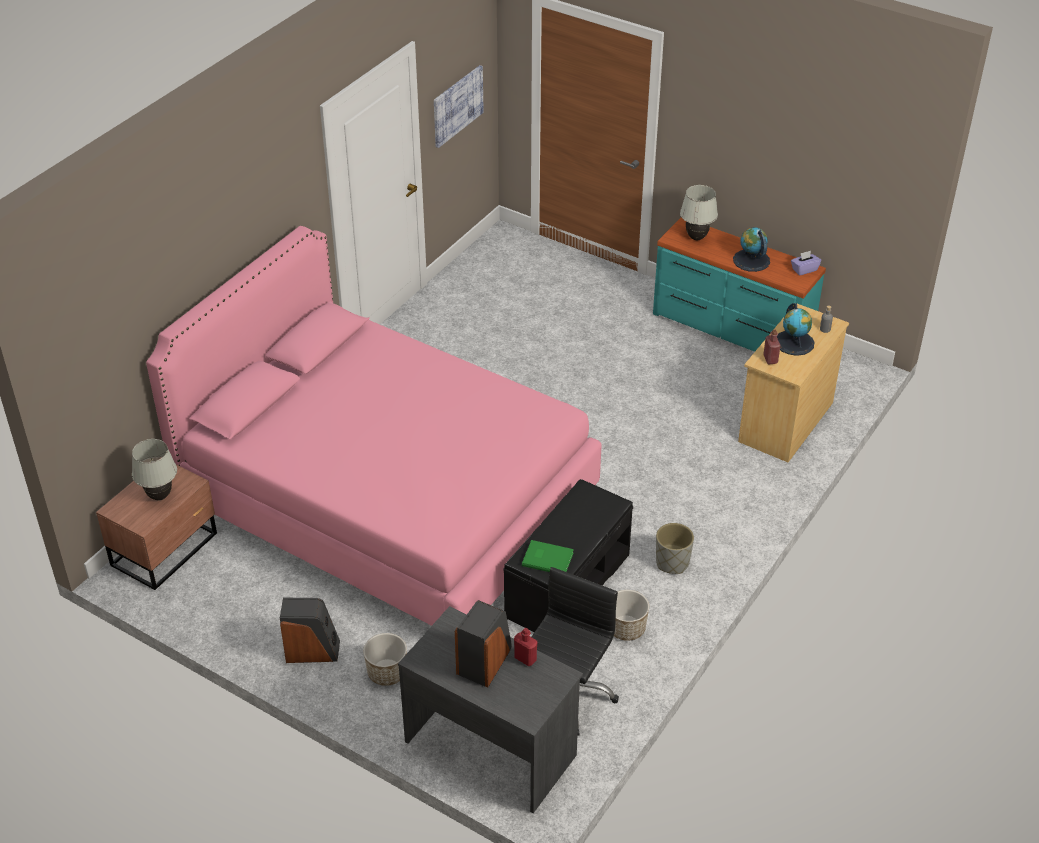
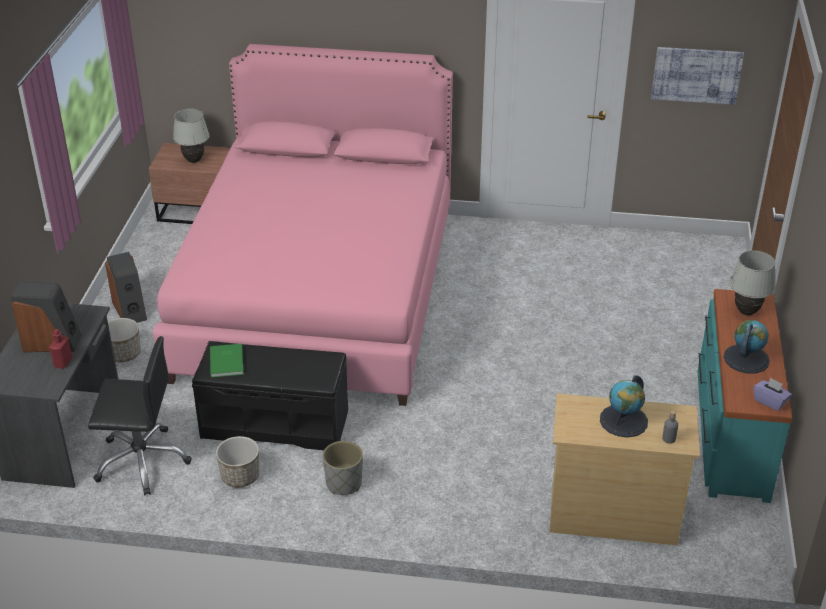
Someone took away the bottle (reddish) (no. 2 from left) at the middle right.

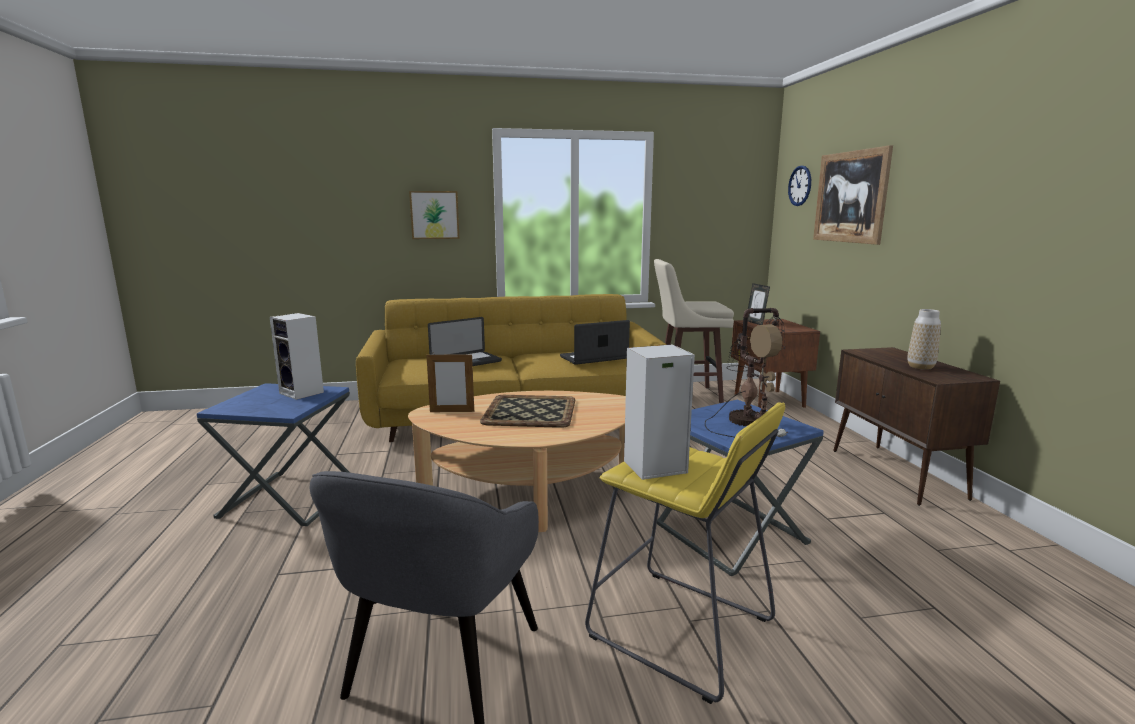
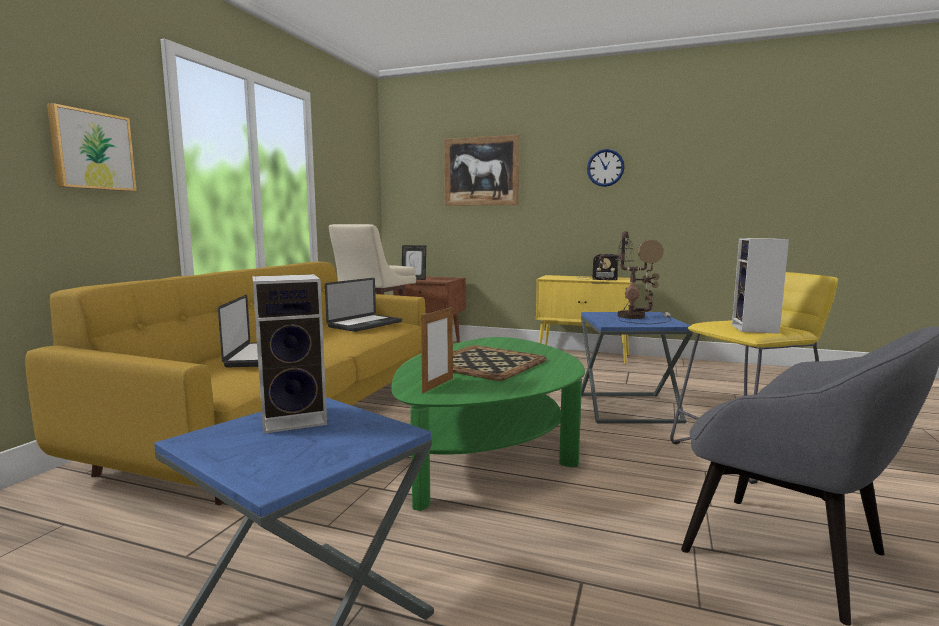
Someone carried the clock on the wall from the top right to the top centre. Someone swapped the flower vase at the middle right for the radio receiver at the centre. Someone rotated the portable computer (no. 2 from left) at the centre by 150 degrees counterclockwise. Someone repainted the cupboard (brown) at the middle right, which became the cupboard (yellow) at the centre. Someone repainted the low table (sand-coloured) at the centre, which became the low table (green-coloured) at the bottom centre.

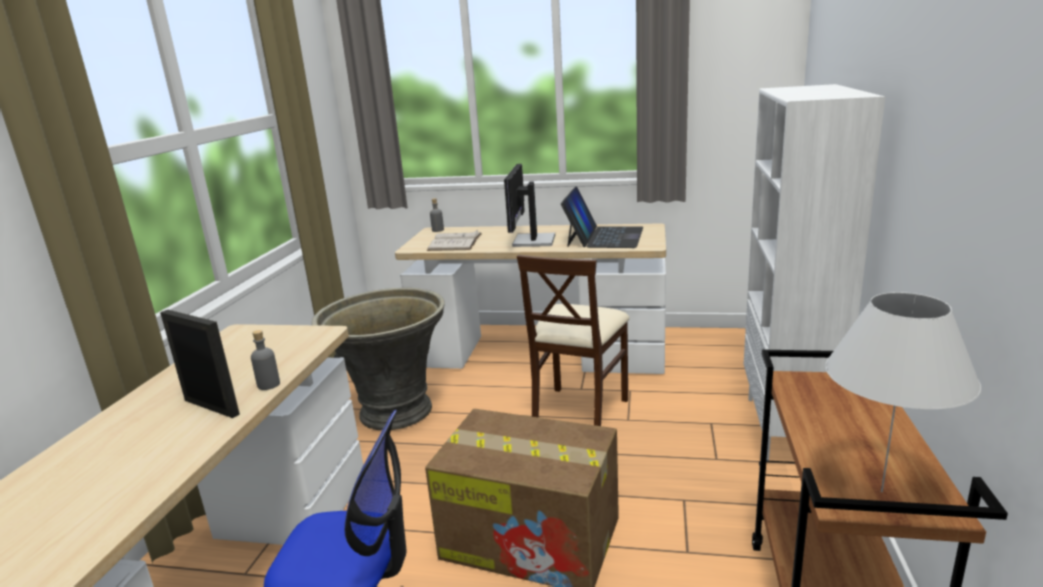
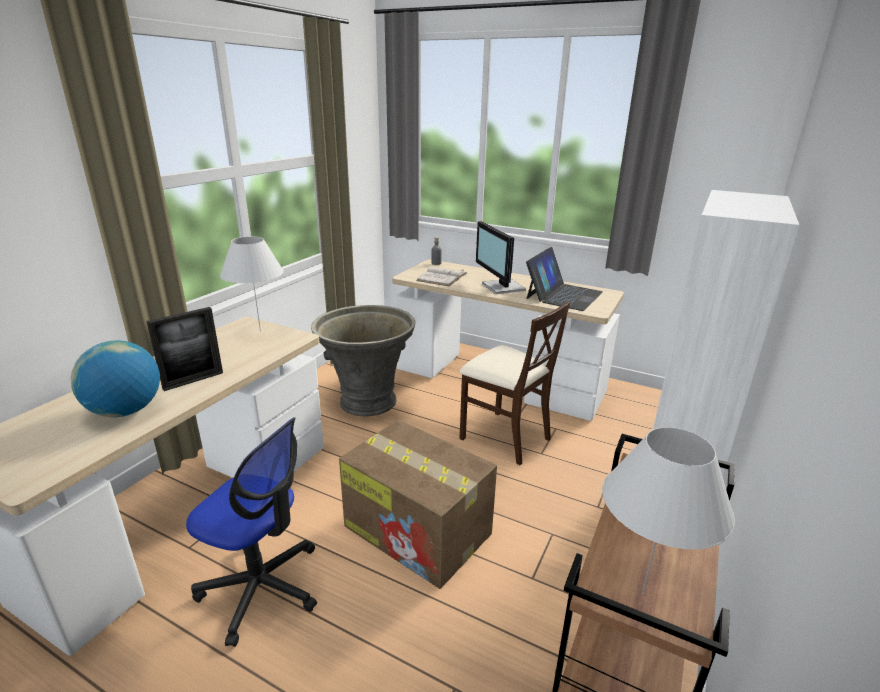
Someone rotated the computer display at the centre by 45 degrees counterclockwise. Someone rotated the upright chair (sand-coloured) at the centre by 90 degrees counterclockwise. Someone rotated the standing frame at the middle left by 90 degrees clockwise. Someone took away the bottle (gray) (no. 1 from left) at the middle left. Someone put down the tabletop lamp (white-coloured) (no. 1 from left) at the middle left. Someone put down the desk globe at the middle left.

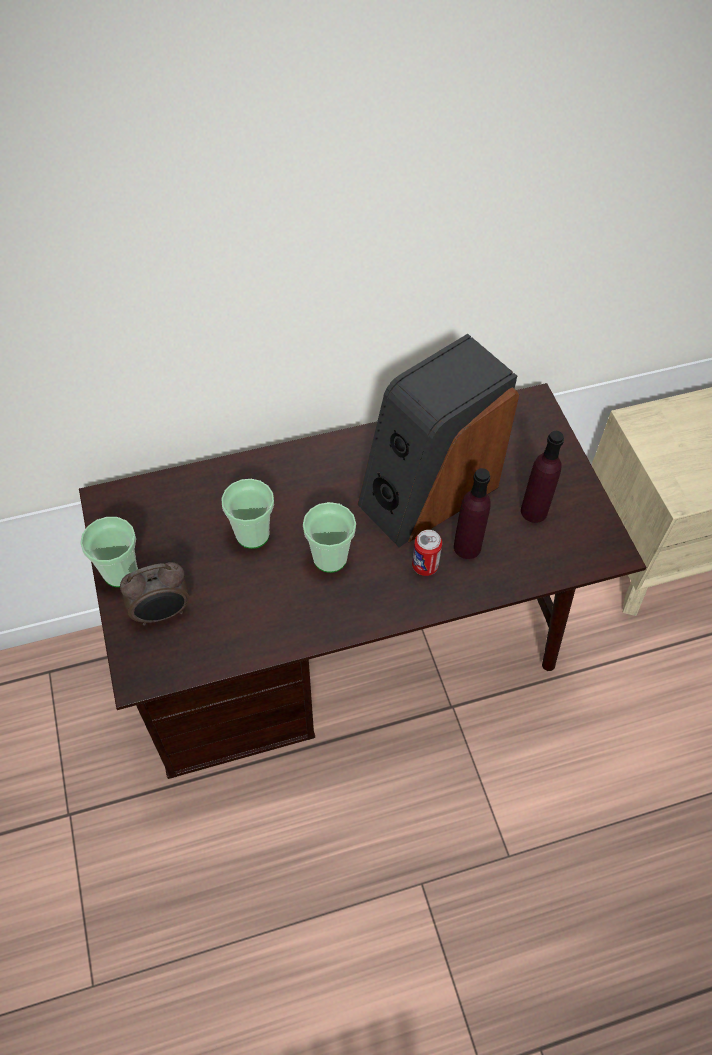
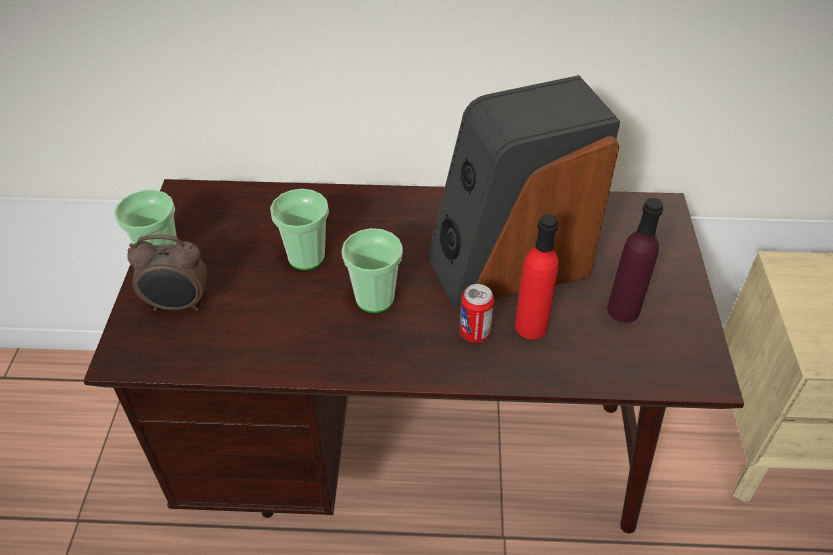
Someone repainted the bottle (purple) (no. 1 from left) at the centre, which became the bottle (reddish) at the centre.

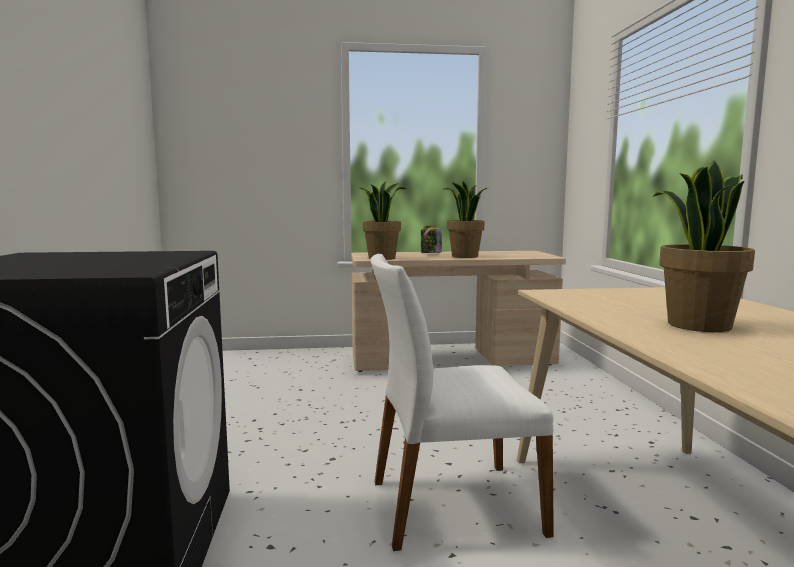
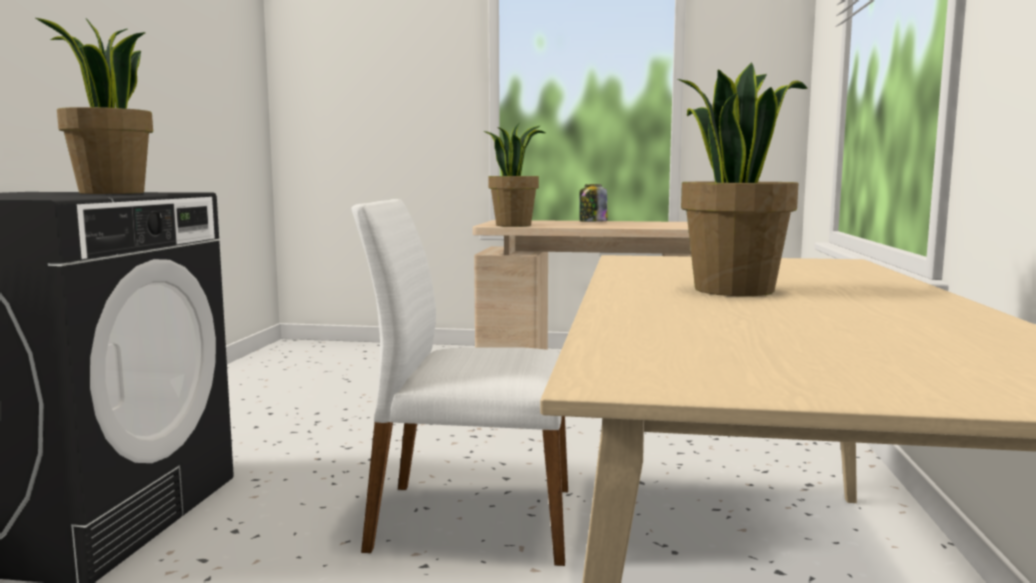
Someone carried the potted plant (no. 2 from left in the first image) from the centre to the top left.

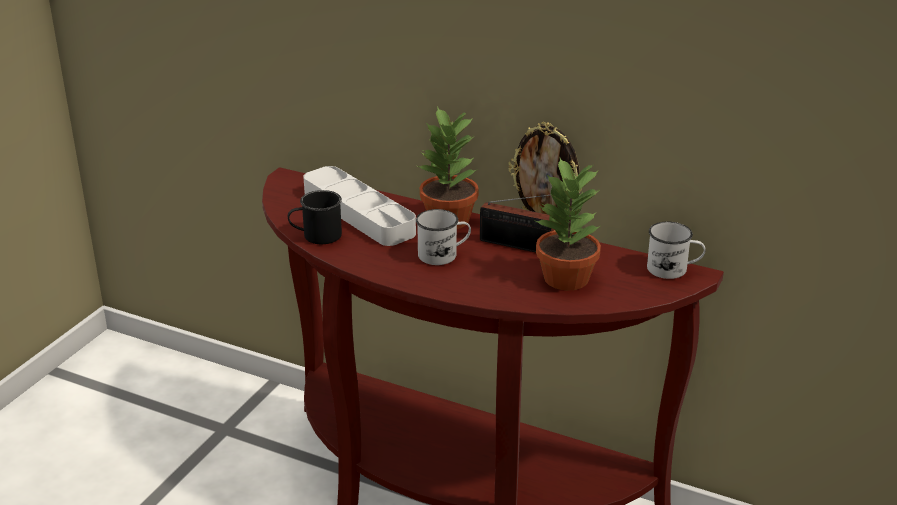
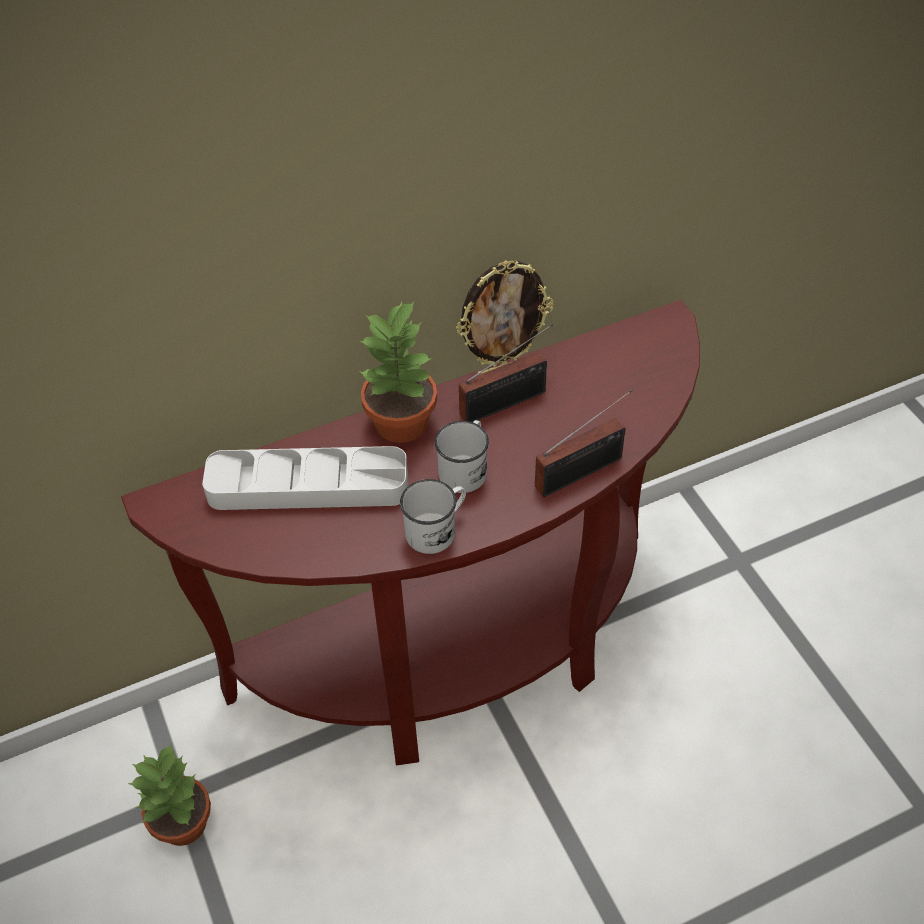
Someone carried the potted plant (no. 2 from left in the first image) from the centre to the bottom left. Someone took away the tea mug (black) at the centre. Someone carried the tea mug (white-coloured) (no. 2 from left in the first image) from the middle right to the centre. Someone put down the radio receiver (no. 2 from left) at the centre.

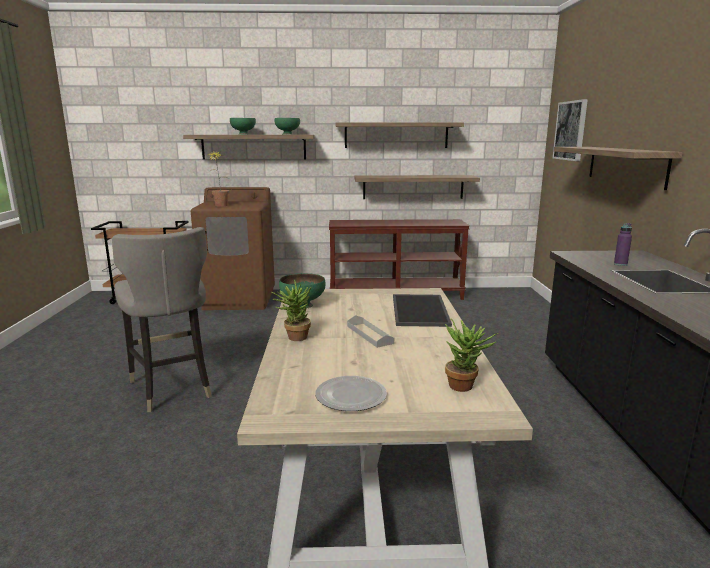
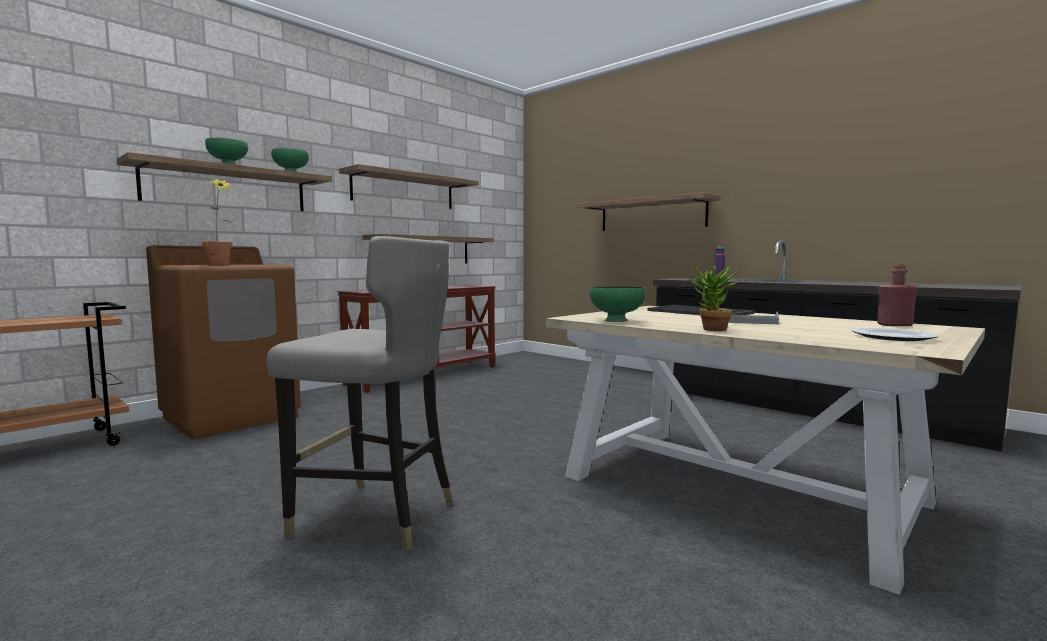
Someone took away the wall picture at the top right. Someone swapped the potted plant (no. 3 from left) at the centre for the bottle (reddish) at the middle right.

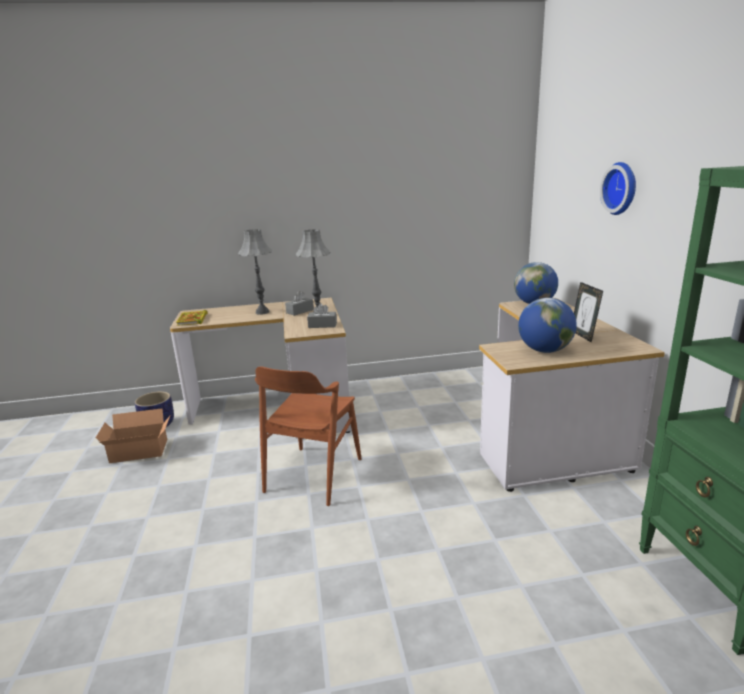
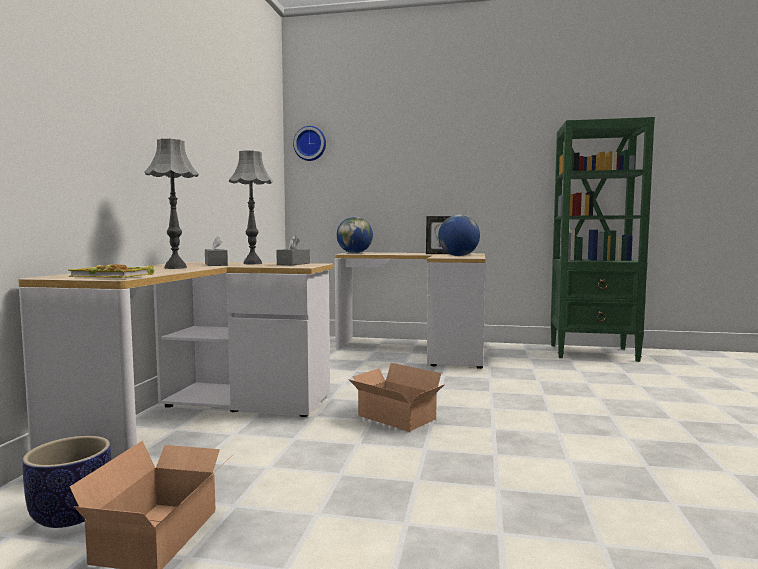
Someone carried the clock on the wall from the top right to the top centre. Someone swapped the upright chair (brown) at the centre for the carton (no. 2 from left) at the bottom centre.

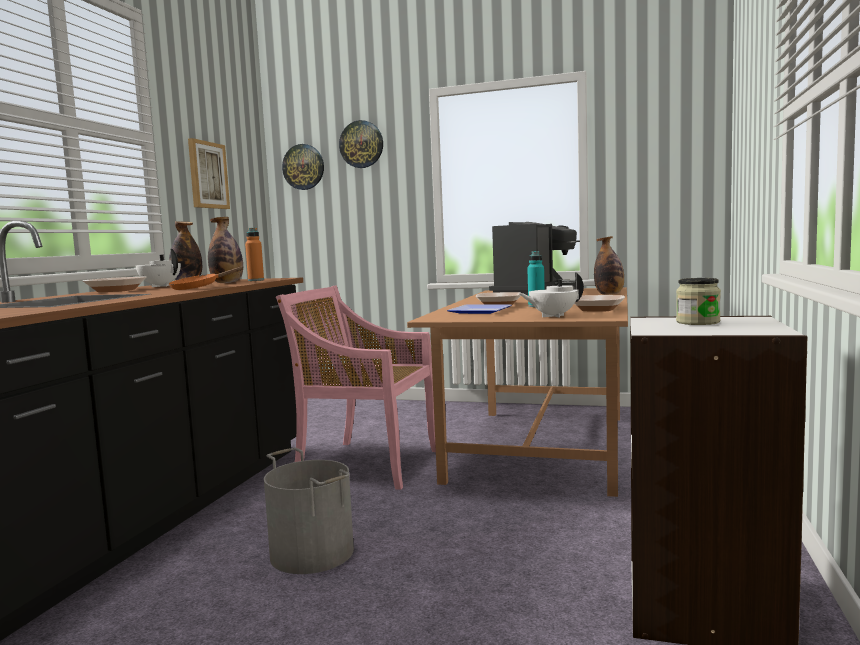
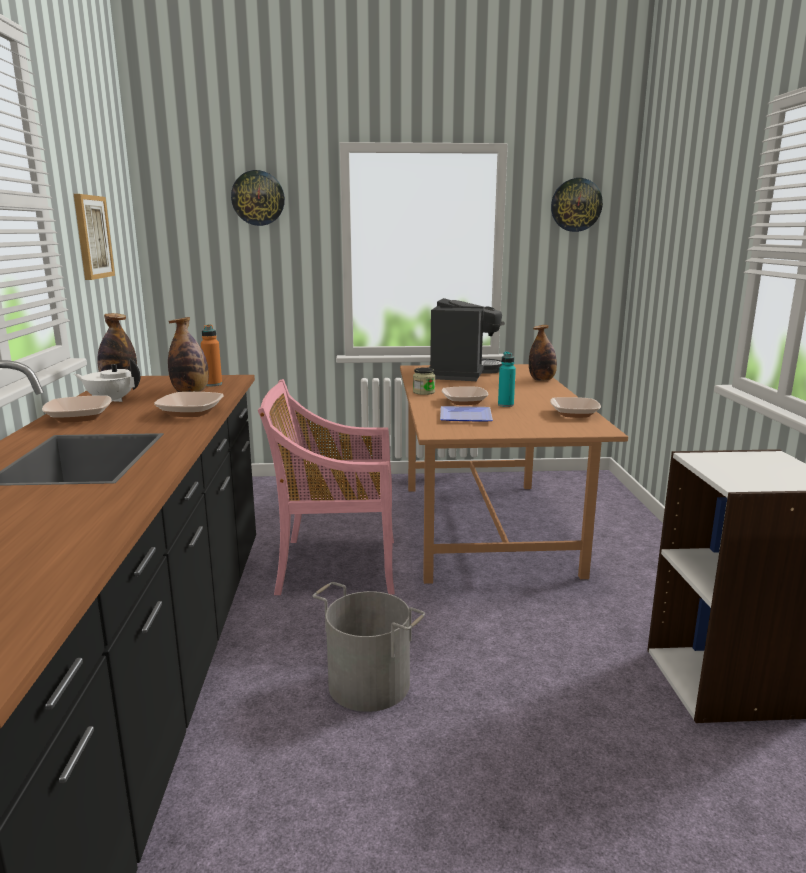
Someone carried the clock on the wall (no. 1 from left in the first image) from the top centre to the top right. Someone swapped the pan (orange-coloured) at the middle left for the serving bowl (no. 2 from left) at the middle left. Someone took away the tea pot (white-coloured) (no. 2 from left) at the centre. Someone carried the storage jar from the middle right to the centre.

